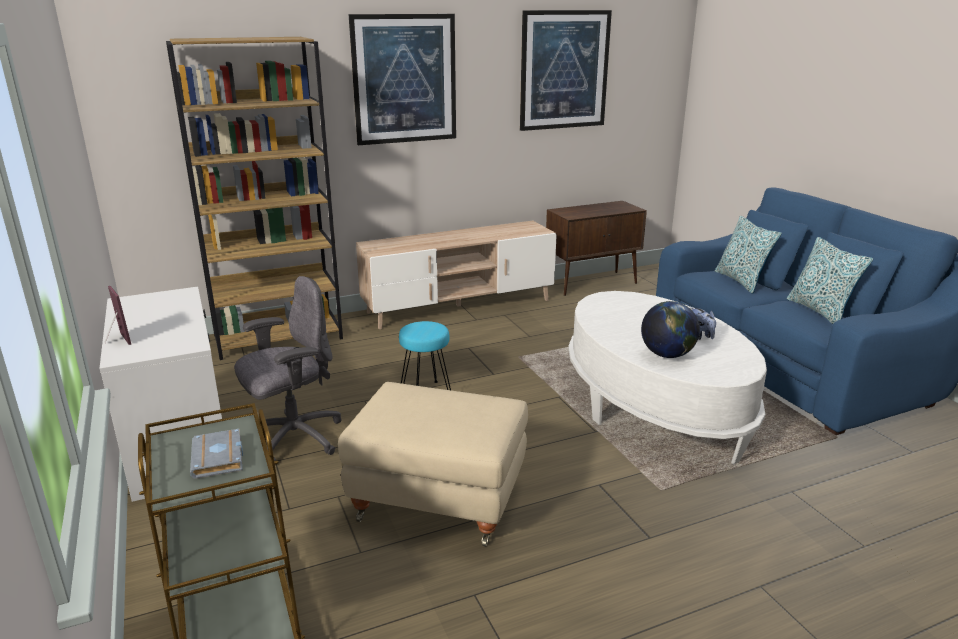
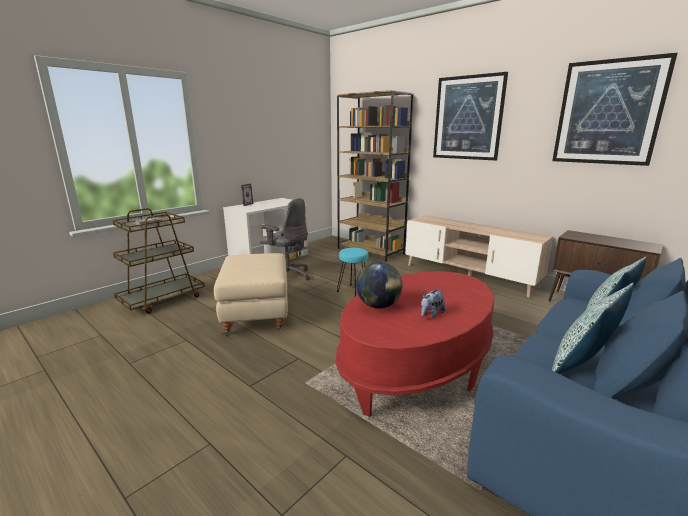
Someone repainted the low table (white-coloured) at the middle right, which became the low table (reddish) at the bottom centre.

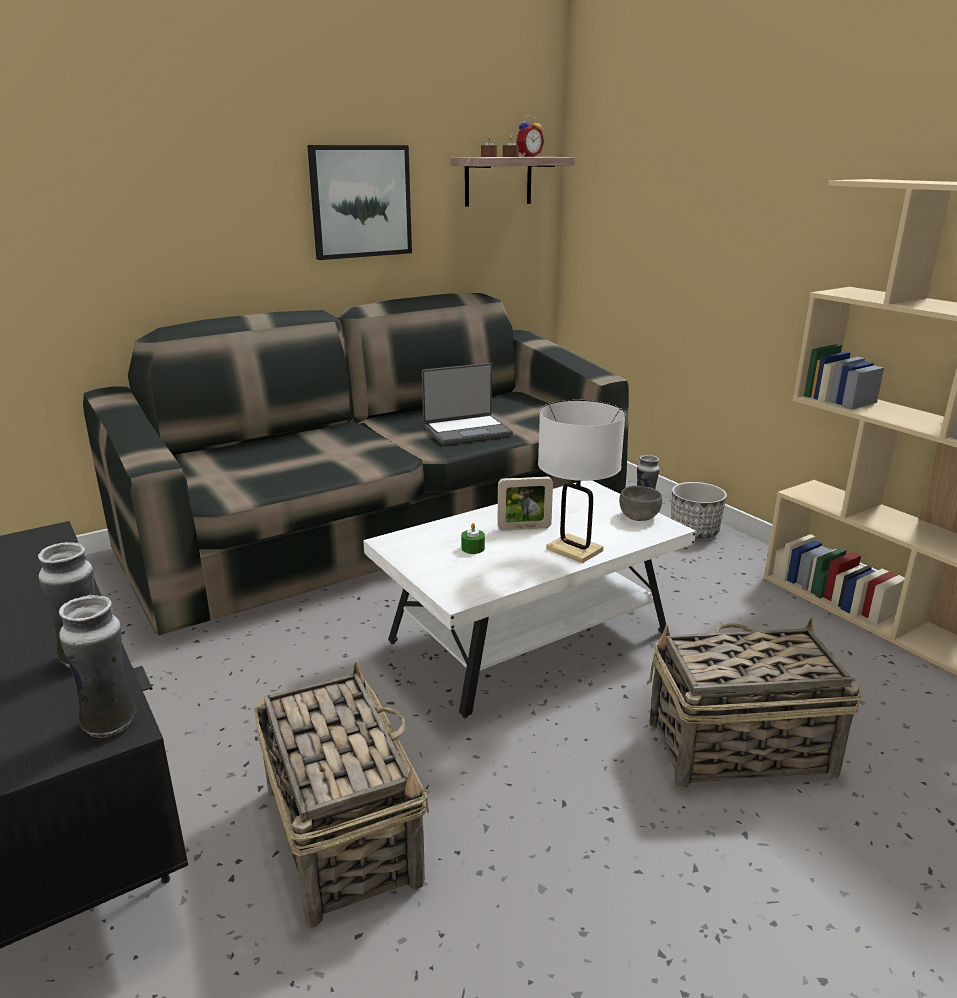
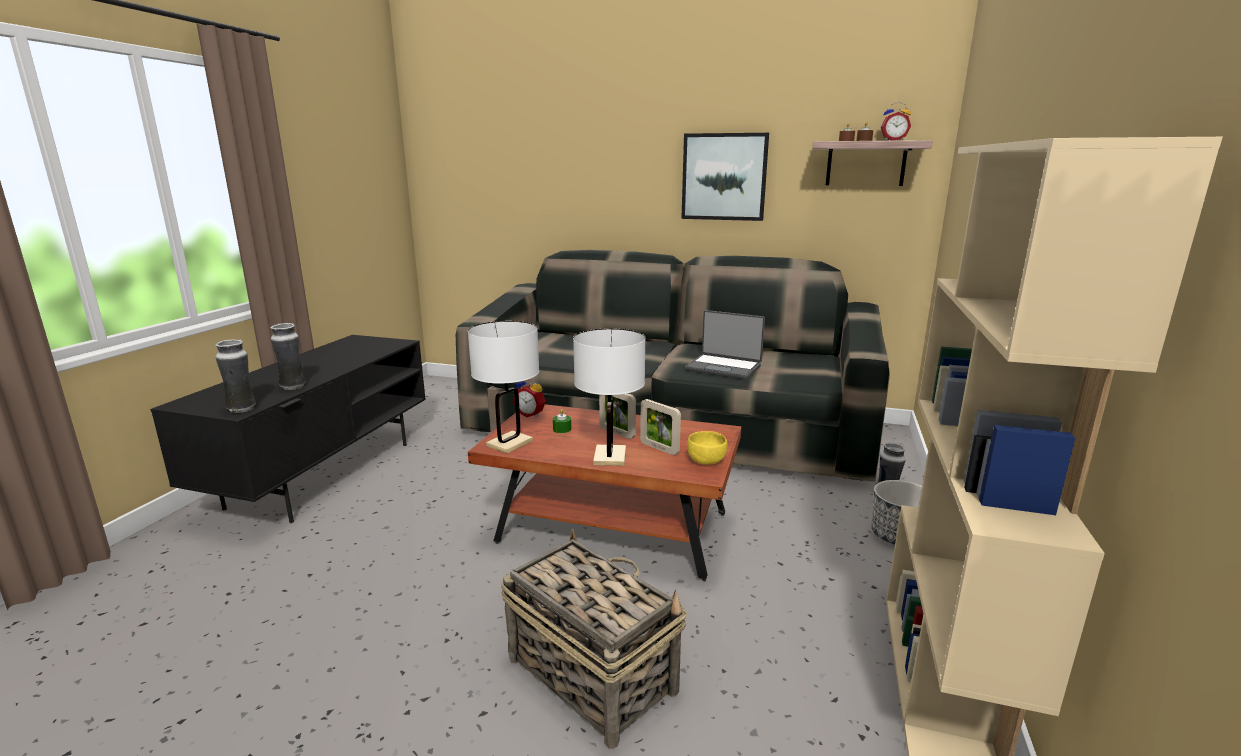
Someone repainted the low table (white-coloured) at the centre, which became the low table (brown) at the centre. Someone repainted the serving bowl (gray) at the middle right, which became the serving bowl (yellow) at the centre. Someone took away the household basket (no. 1 from left) at the bottom centre. Someone put down the tabletop lamp (white-coloured) (no. 1 from left) at the centre. Someone put down the bedside clock (no. 1 from left) at the centre. Someone put down the standing frame (no. 2 from left) at the centre.

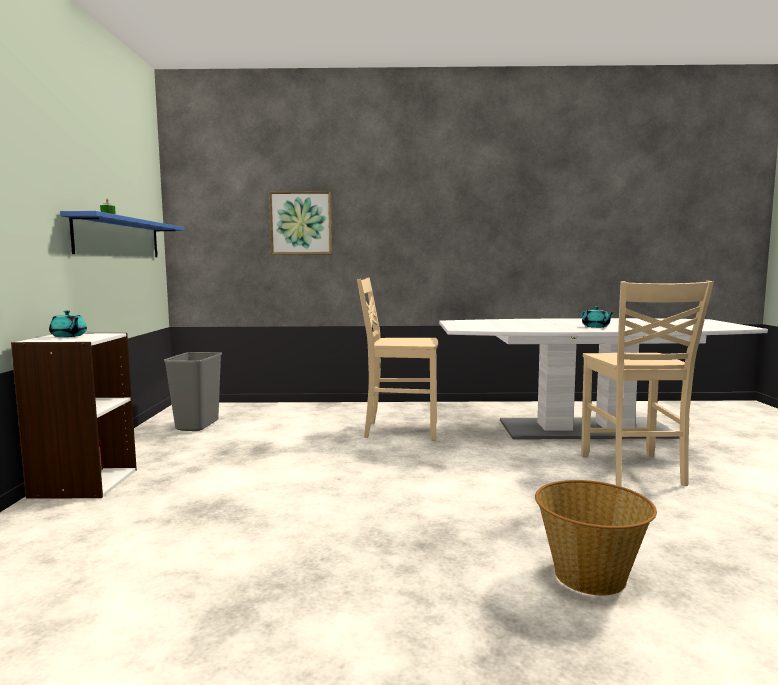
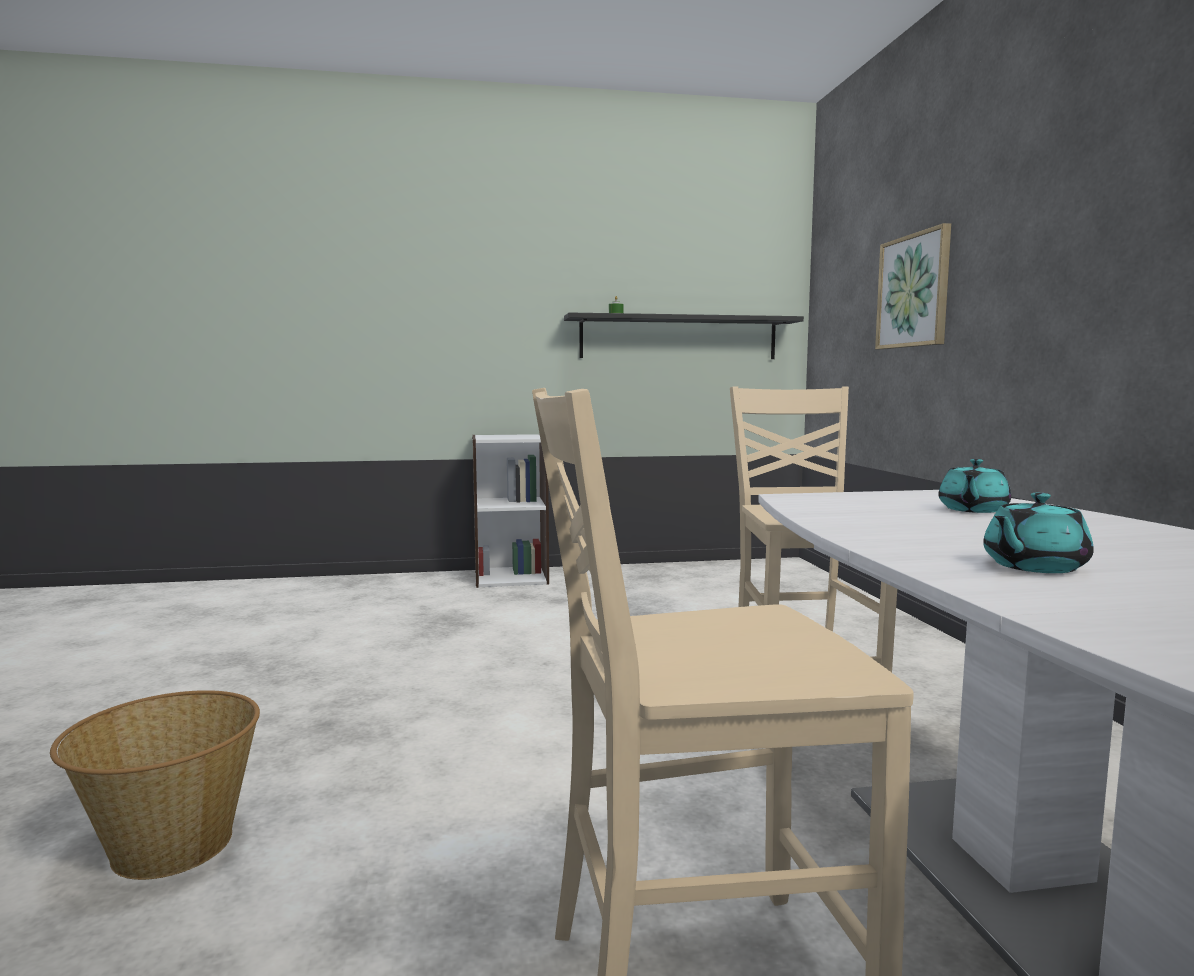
Someone repainted the wall shelf (bluish) at the middle left, which became the wall shelf (black) at the centre. Someone carried the tea pot (blue-green) (no. 1 from left) from the middle left to the middle right. Someone took away the trash can (gray) at the middle left.

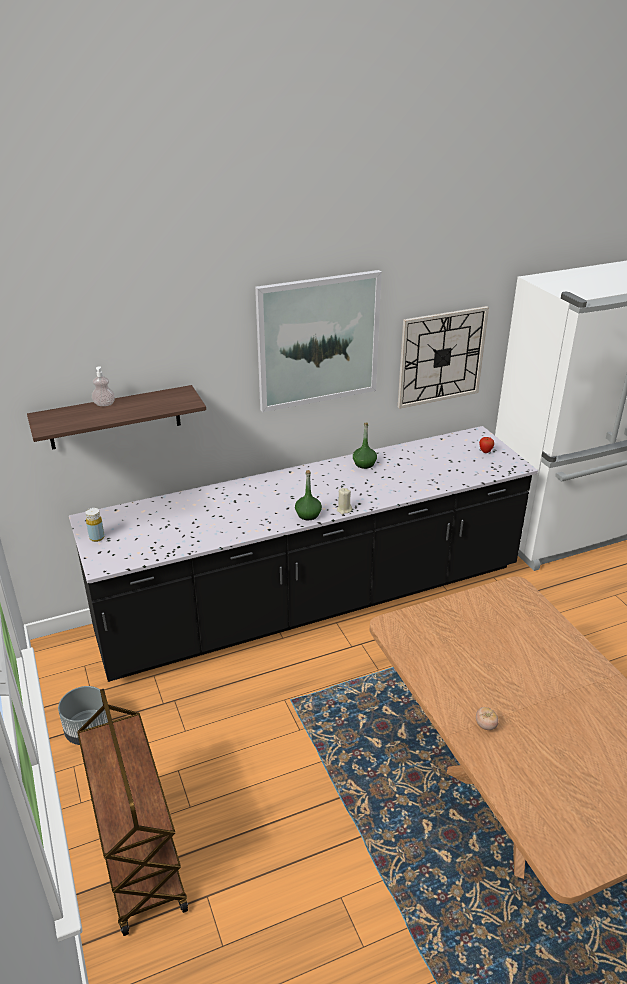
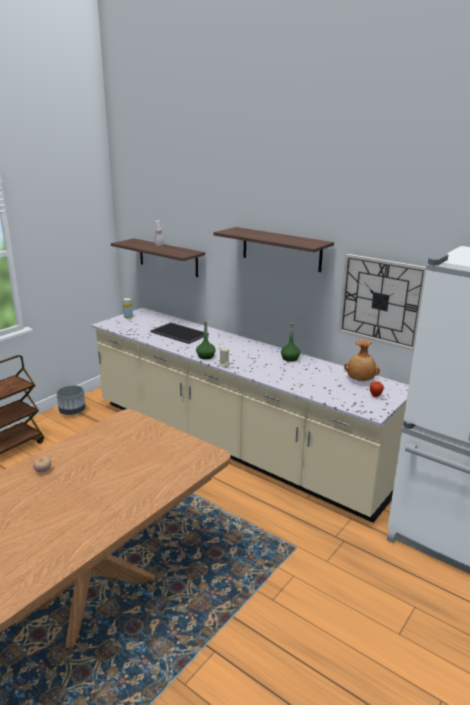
Someone swapped the wall picture at the centre for the wall shelf (no. 2 from left) at the centre. Someone repainted the kitchen counter (black) at the centre, which became the kitchen counter (sand-coloured) at the centre. Someone put down the carrying tray at the centre. Someone put down the flower vase (brown) at the middle right.

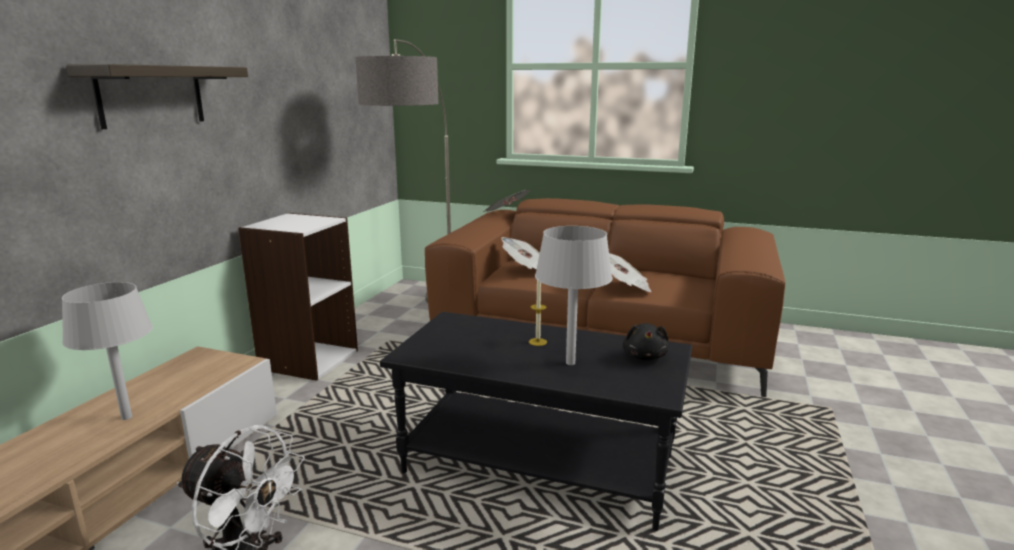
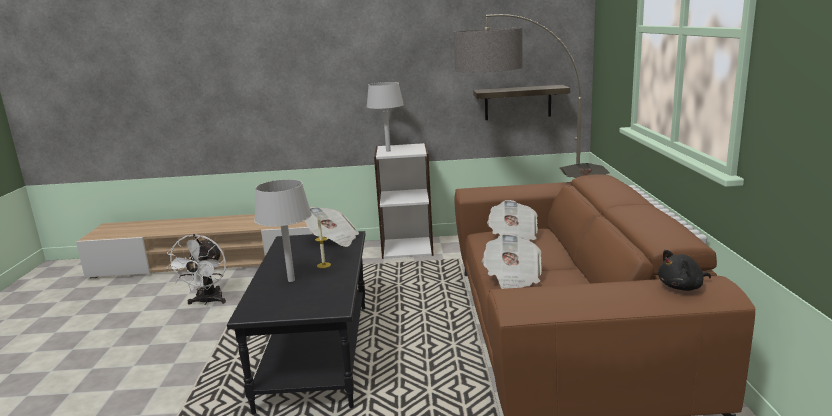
Someone carried the wall shelf from the top left to the top centre. Someone carried the tabletop lamp (gray) (no. 1 from left in the first image) from the middle left to the top centre. Someone carried the soft toy (black) from the centre to the middle right. Someone put down the daily paper (no. 1 from left) at the centre.

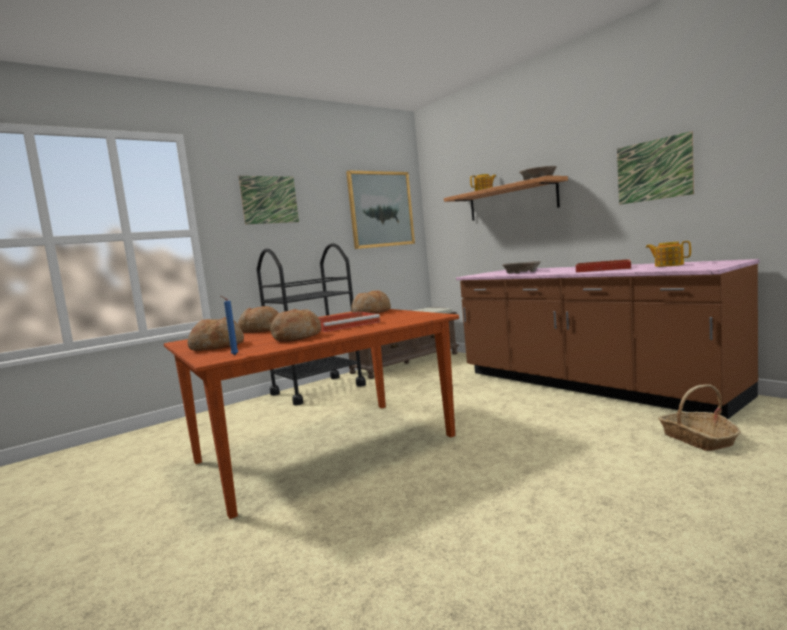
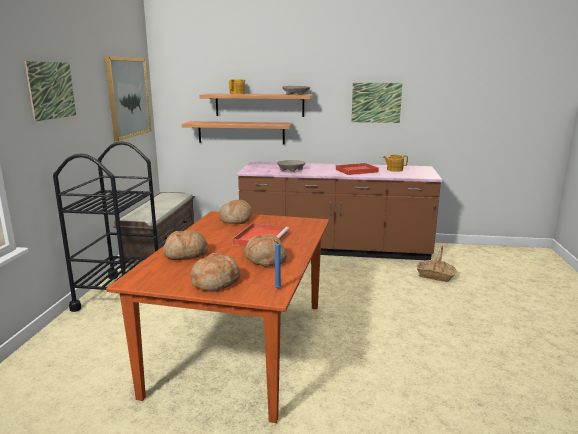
Someone put up the wall shelf (no. 1 from left) at the top centre.

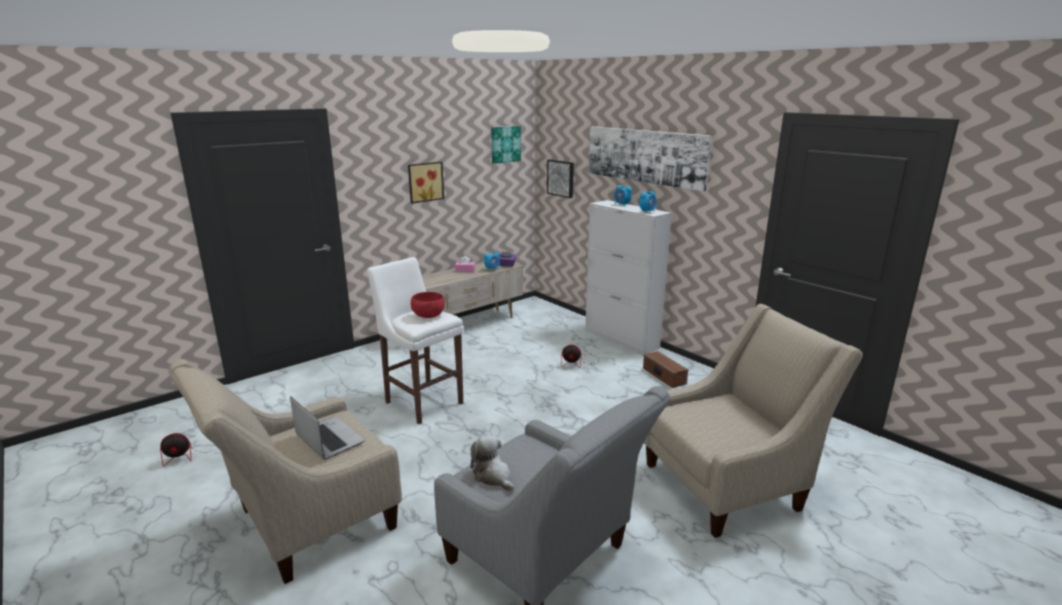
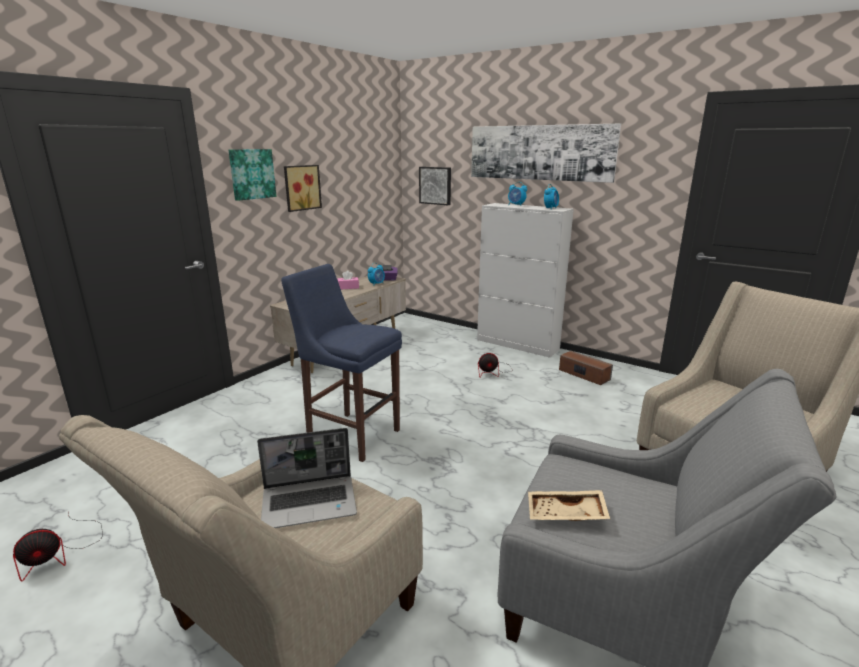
Someone carried the wall picture (no. 2 from left in the first image) from the top centre to the top left. Someone repainted the sitting stool (white-coloured) at the centre, which became the sitting stool (bluish) at the centre. Someone took away the serving bowl (reddish) at the centre. Someone rotated the portable computer at the bottom left by 135 degrees clockwise. Someone swapped the soft toy at the bottom centre for the carrying tray (sand-coloured) at the bottom centre.

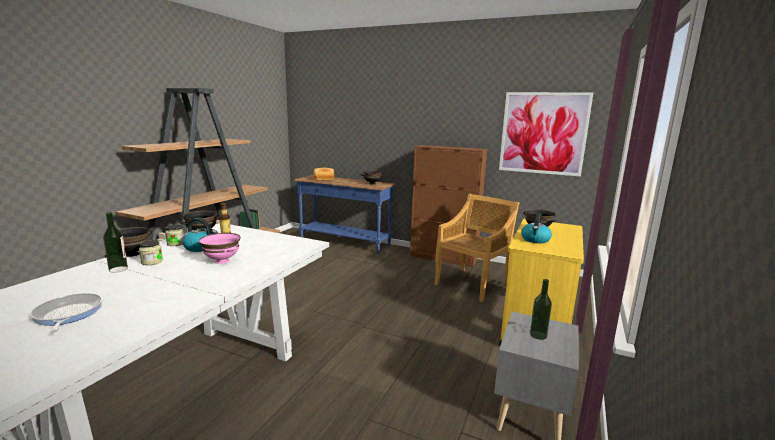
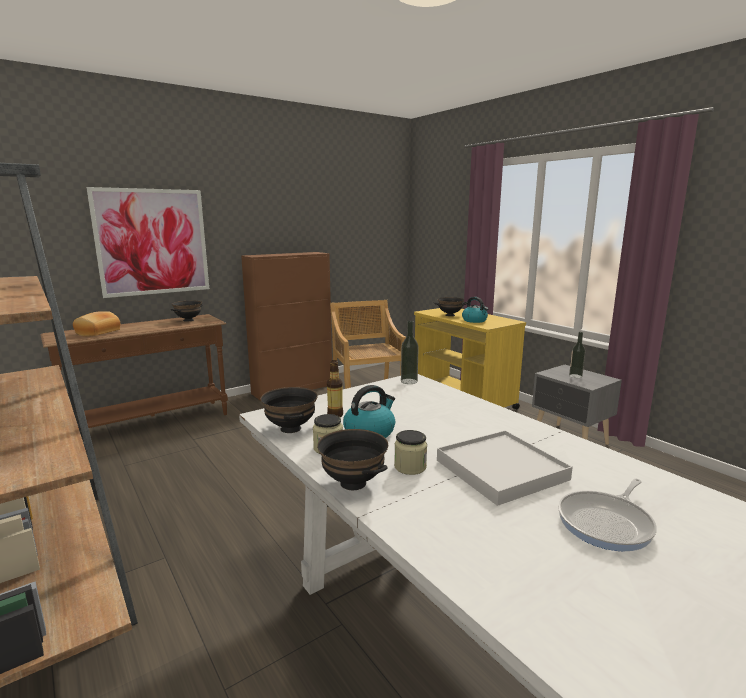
Someone carried the wall picture from the top right to the middle left. Someone repainted the hall table (bluish) at the centre, which became the hall table (brown) at the middle left. Someone carried the bottle (no. 1 from left in the first image) from the middle left to the centre. Someone took away the serving bowl (pinkish) at the middle left. Someone rotated the pan at the bottom left by 45 degrees counterclockwise. Someone put down the carrying tray (white-coloured) at the bottom right.

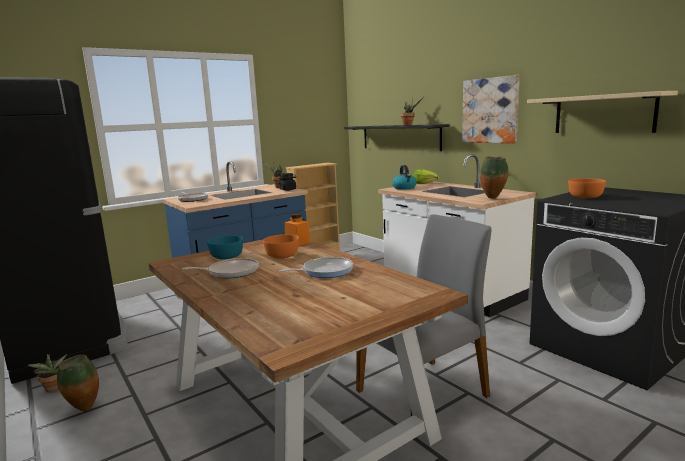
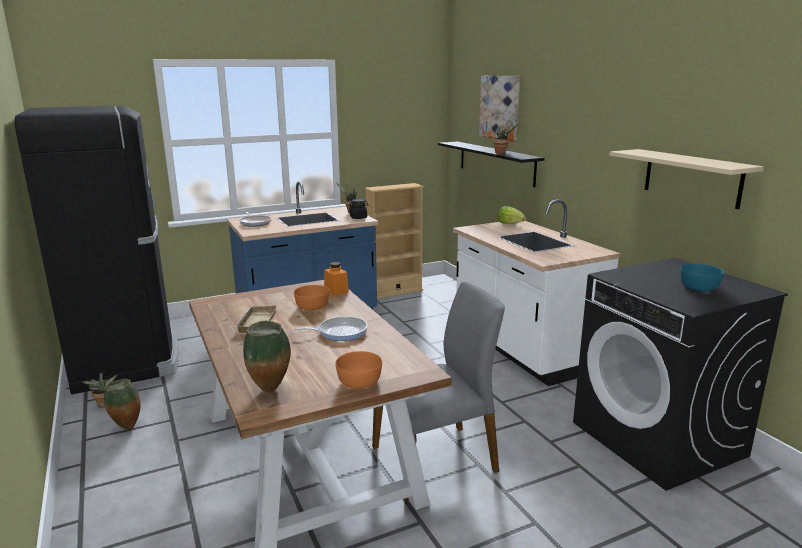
Someone carried the wall picture from the top right to the top centre. Someone carried the flower vase (no. 2 from left) from the middle right to the middle left. Someone took away the kettle at the centre. Someone carried the serving bowl (orange-coloured) (no. 2 from left) from the middle right to the bottom centre. Someone carried the serving bowl (blue-green) from the middle left to the middle right. Someone swapped the pan (no. 2 from left) at the middle left for the carrying tray (sand-coloured) at the middle left.

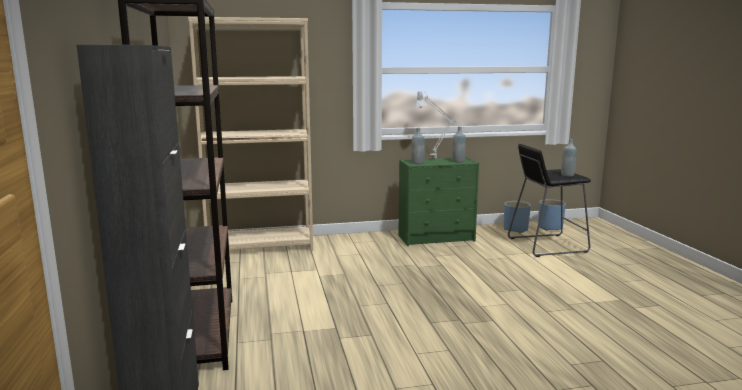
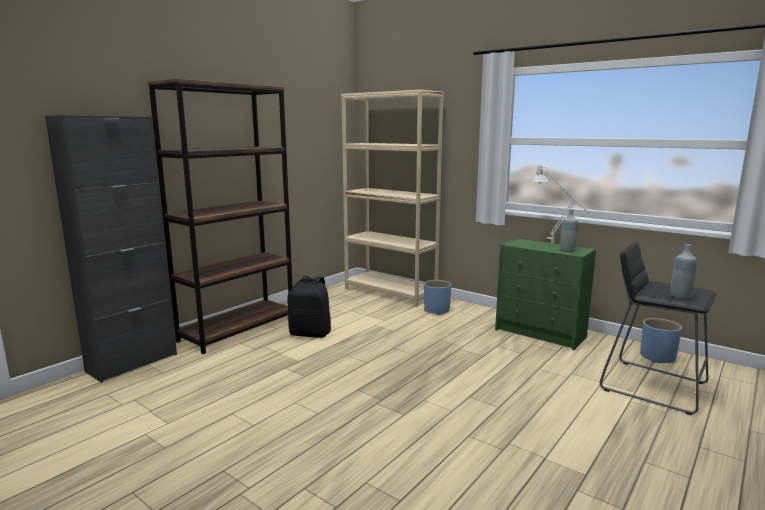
Someone took away the bottle (gray) (no. 1 from left) at the centre. Someone carried the planter (bluish) (no. 2 from left in the first image) from the middle right to the centre. Someone put down the backpack (black) at the centre.

